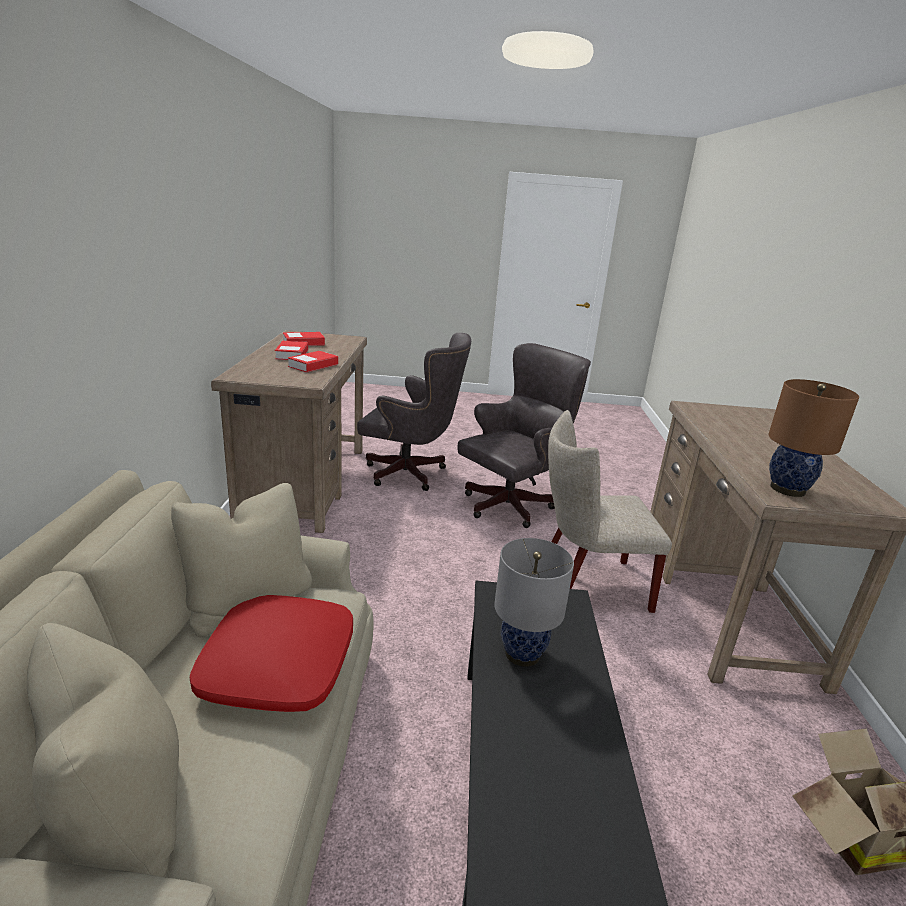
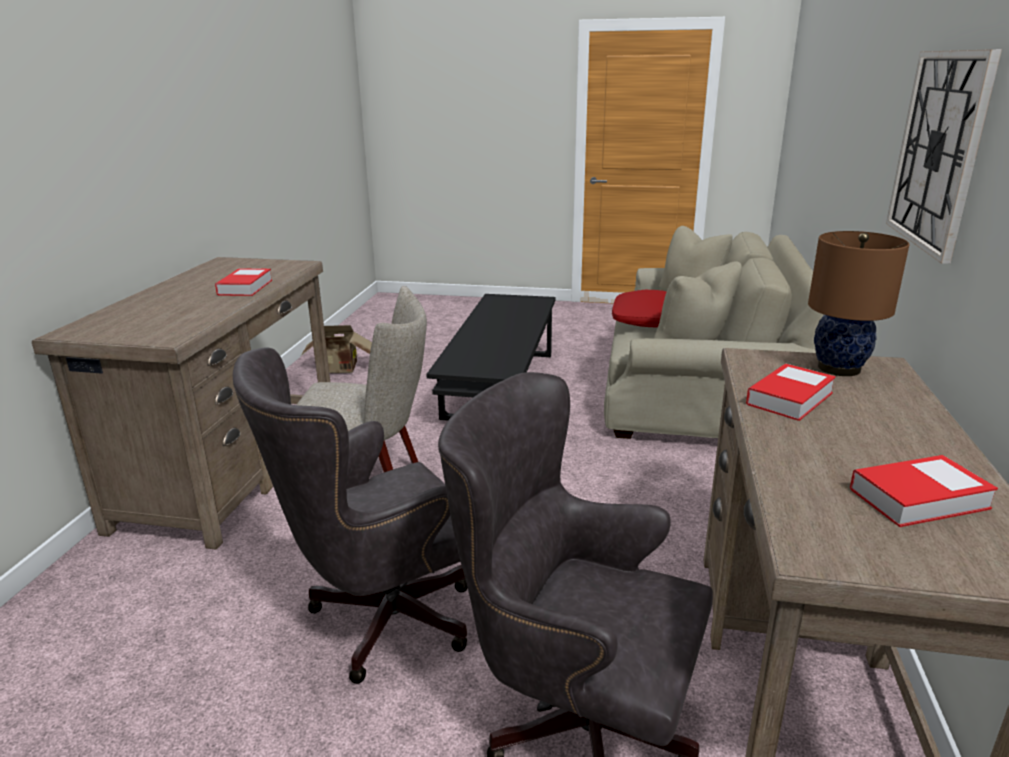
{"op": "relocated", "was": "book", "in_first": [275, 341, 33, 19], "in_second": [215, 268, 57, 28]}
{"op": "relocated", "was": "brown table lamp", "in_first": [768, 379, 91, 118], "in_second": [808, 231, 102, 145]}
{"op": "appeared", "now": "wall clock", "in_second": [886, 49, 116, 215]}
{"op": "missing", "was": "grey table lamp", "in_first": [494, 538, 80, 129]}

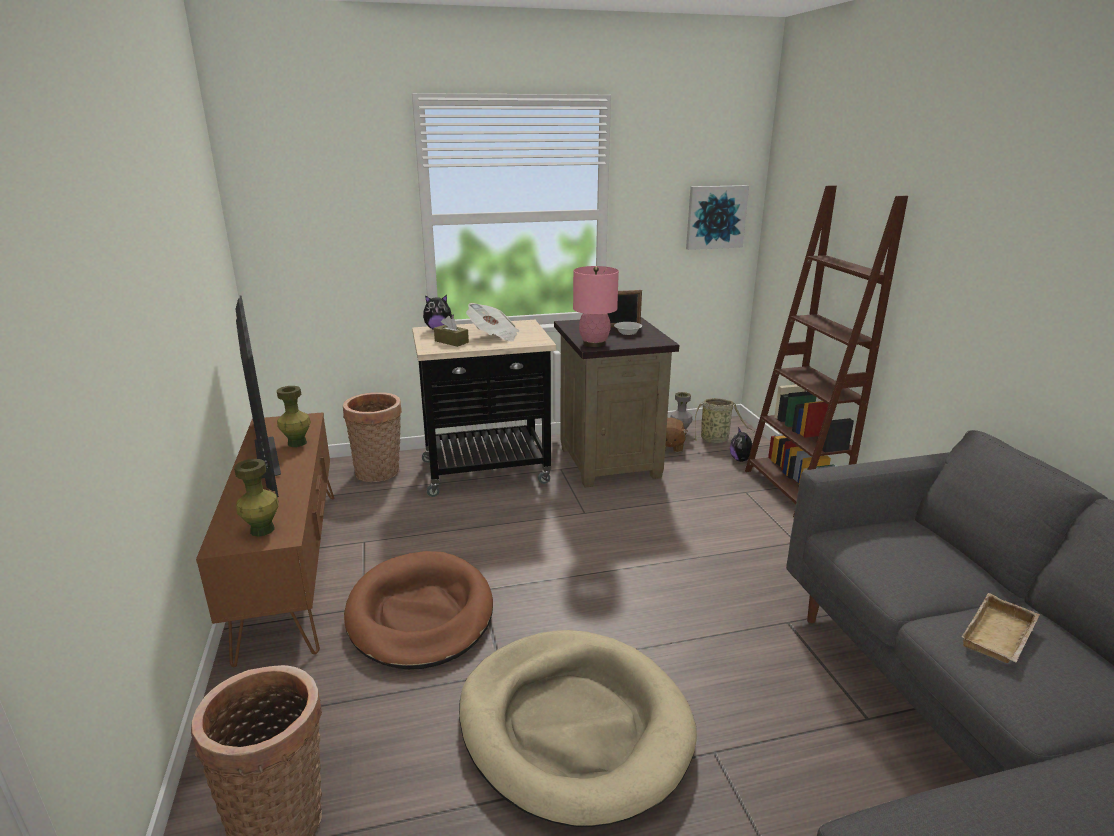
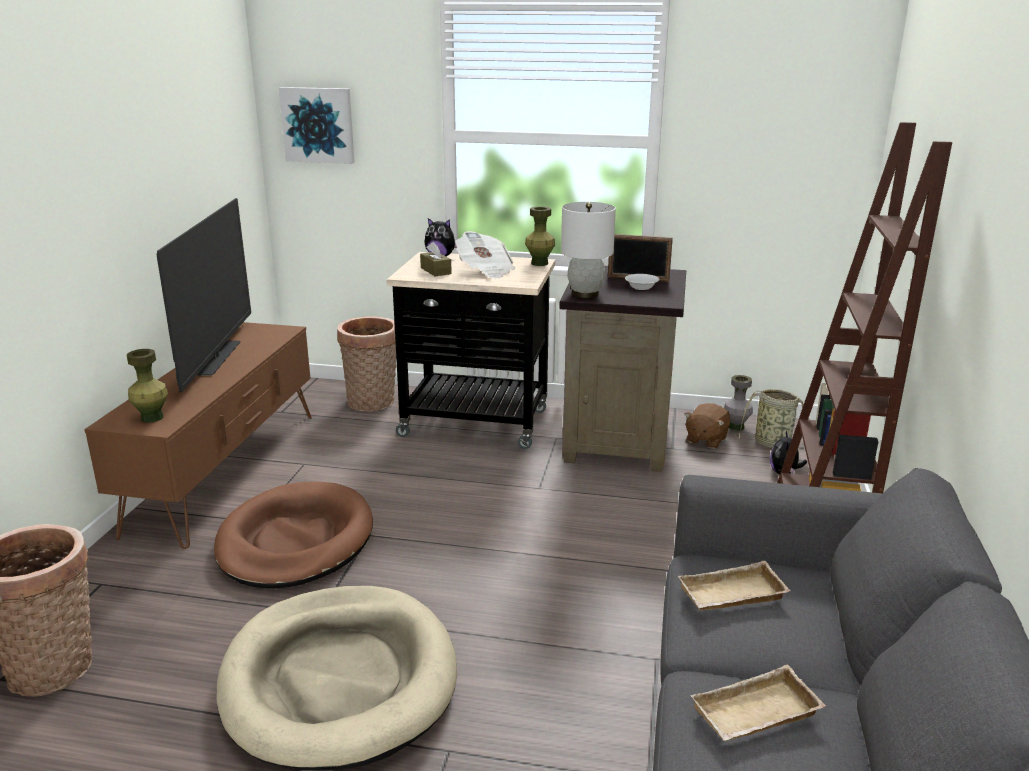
{"op": "relocated", "was": "picture", "in_first": [686, 185, 63, 65], "in_second": [279, 87, 76, 77]}
{"op": "relocated", "was": "green vase", "in_first": [277, 386, 34, 61], "in_second": [525, 206, 30, 60]}
{"op": "colour", "was": "pink table lamp", "now": "white table lamp", "in_first": [573, 266, 46, 81], "in_second": [561, 202, 55, 96]}
{"op": "appeared", "now": "beige tray", "in_second": [678, 561, 112, 49]}

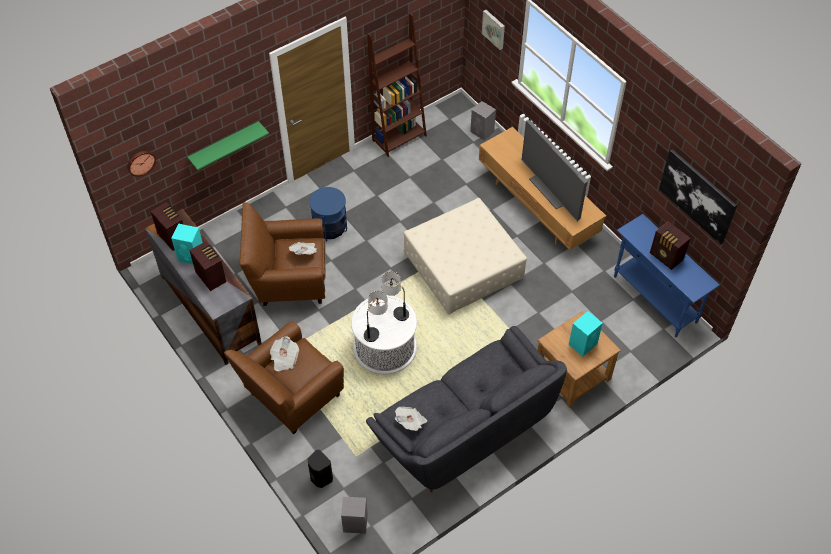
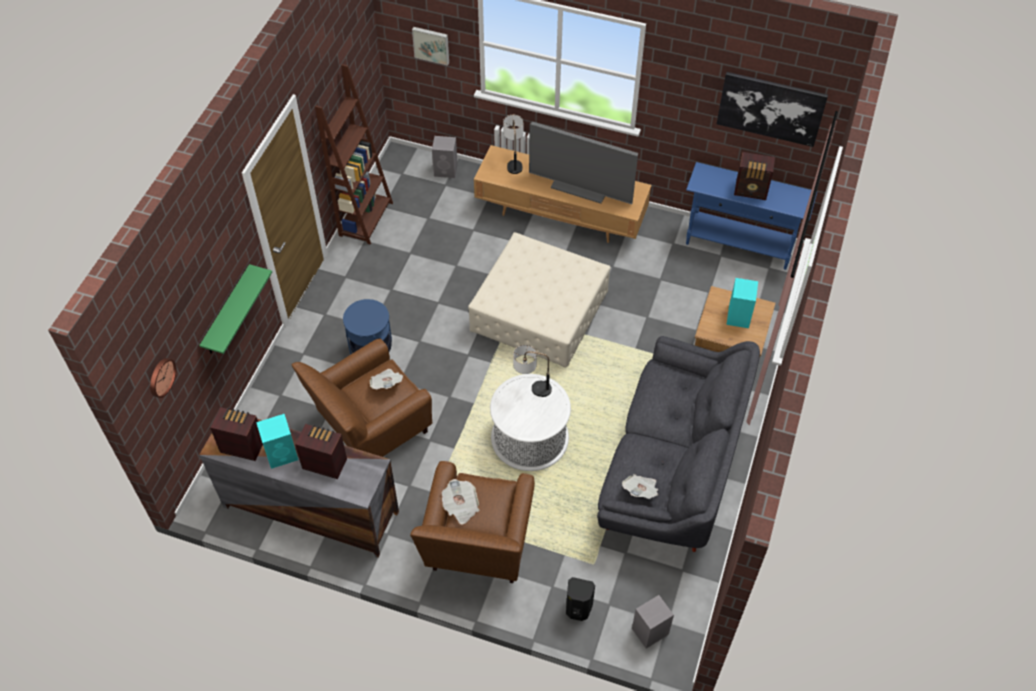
{"op": "relocated", "was": "table lamp", "in_first": [364, 291, 24, 51], "in_second": [503, 115, 21, 59]}

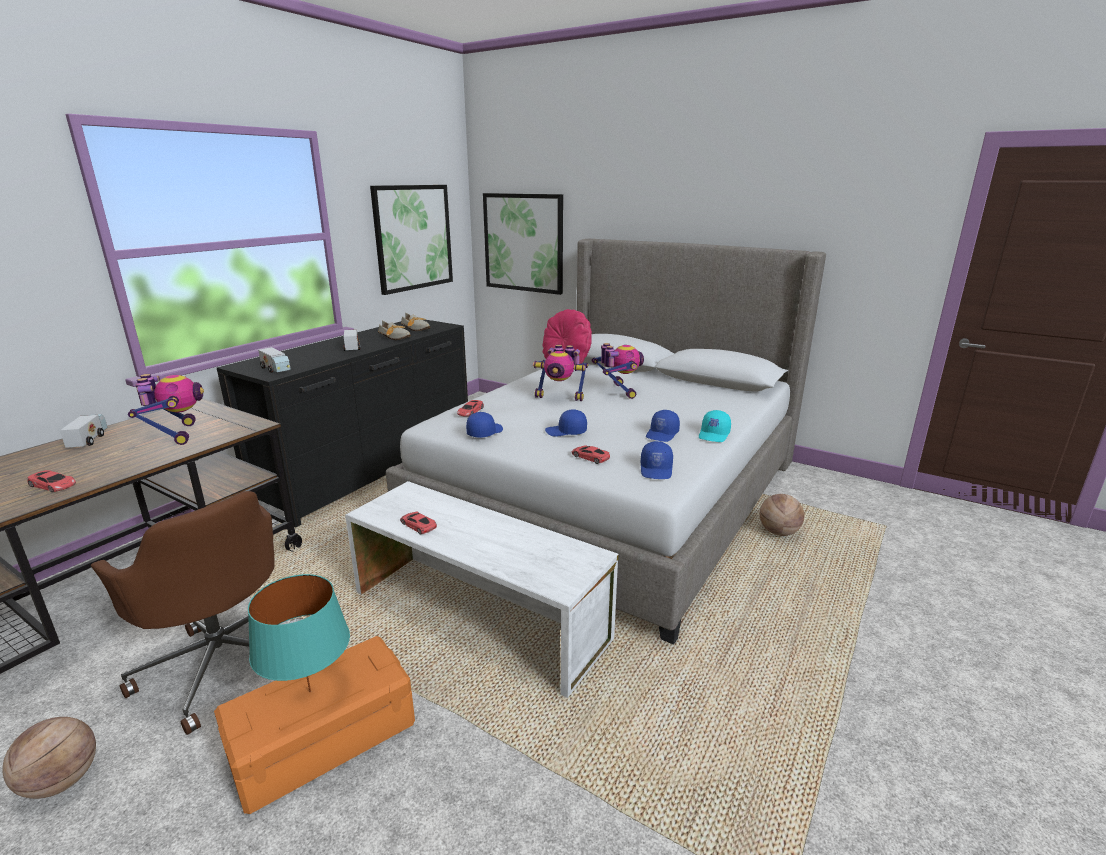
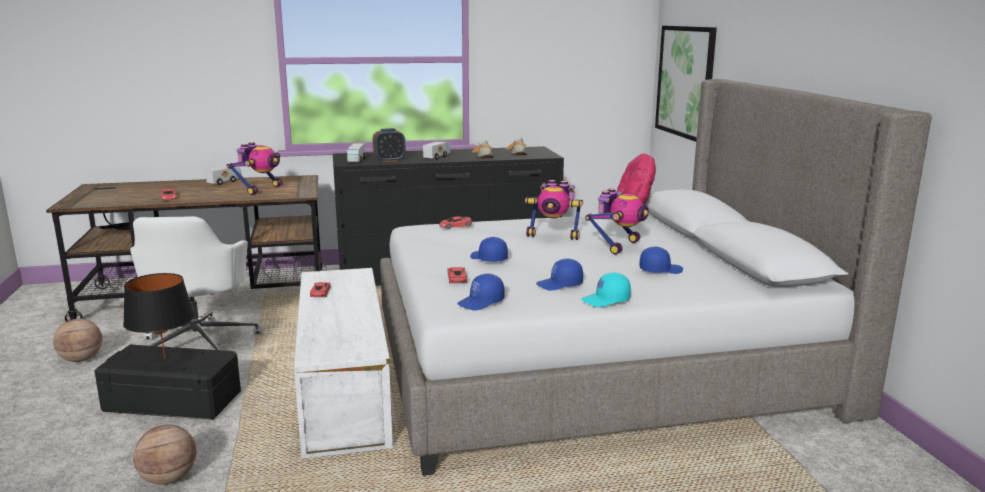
{"op": "colour", "was": "orange storage box", "now": "black storage box", "in_first": [214, 636, 201, 178], "in_second": [94, 345, 147, 75]}
{"op": "colour", "was": "turquoise table lamp", "now": "black table lamp", "in_first": [248, 574, 102, 118], "in_second": [123, 273, 71, 86]}
{"op": "colour", "was": "brown office chair", "now": "white office chair", "in_first": [91, 491, 183, 244], "in_second": [130, 216, 134, 134]}
{"op": "relocated", "was": "basketball", "in_first": [760, 494, 44, 42], "in_second": [133, 424, 63, 61]}
{"op": "appeared", "now": "alarm clock", "in_second": [373, 128, 33, 34]}
{"op": "spun", "was": "toy robot", "in_first": [533, 345, 55, 56], "in_second": [525, 180, 58, 60], "clockwise": -45}
{"op": "relocated", "was": "blue cap", "in_first": [466, 412, 37, 26], "in_second": [639, 247, 44, 27]}
{"op": "missing", "was": "picture", "in_first": [370, 185, 83, 110]}

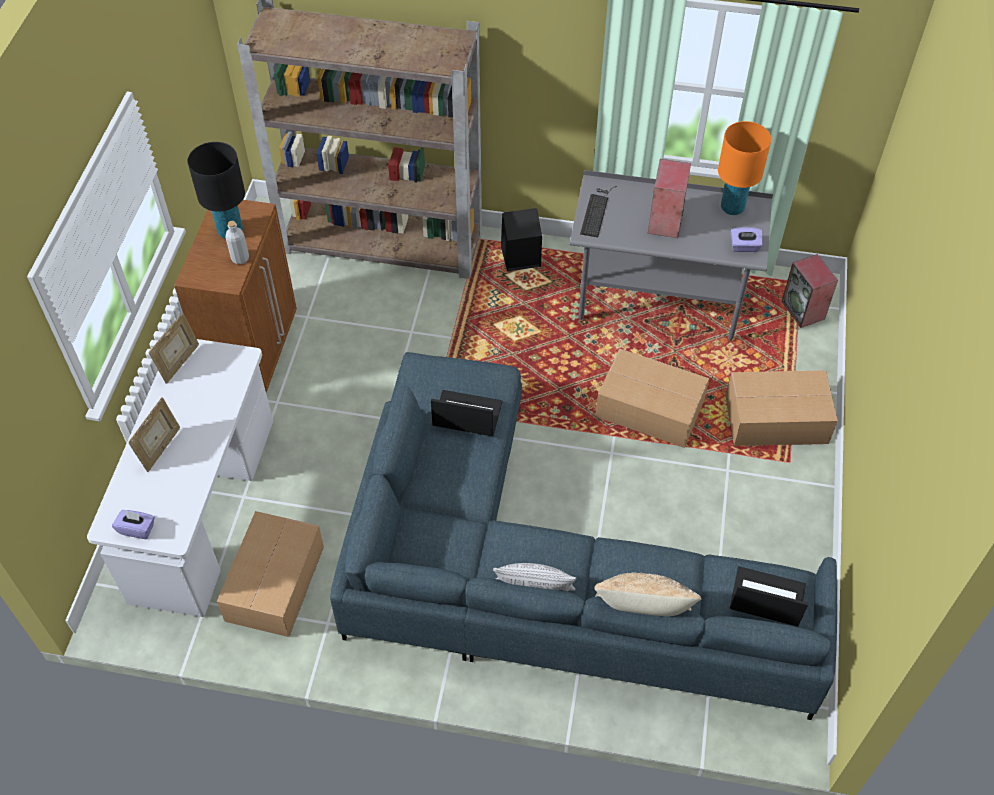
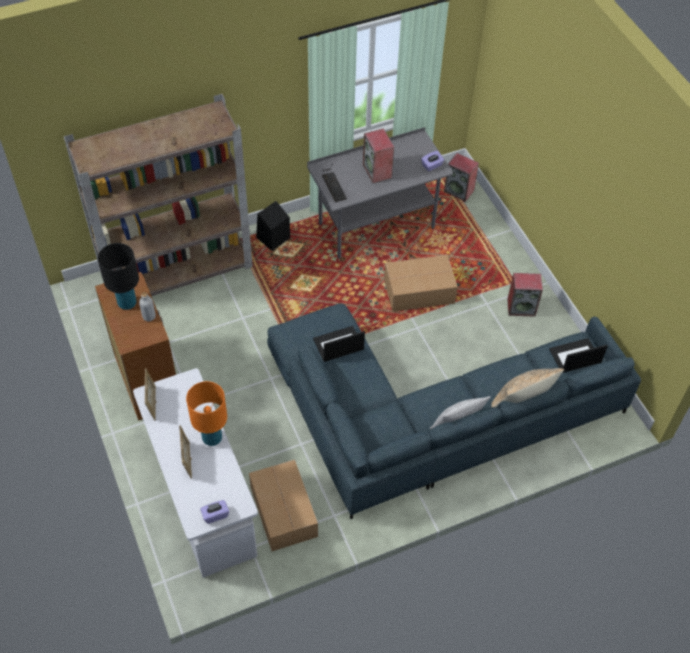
{"op": "relocated", "was": "orange table lamp", "in_first": [718, 121, 53, 94], "in_second": [186, 381, 41, 65]}
{"op": "appeared", "now": "speaker", "in_second": [507, 273, 36, 44]}
{"op": "missing", "was": "cardboard box", "in_first": [725, 370, 113, 76]}

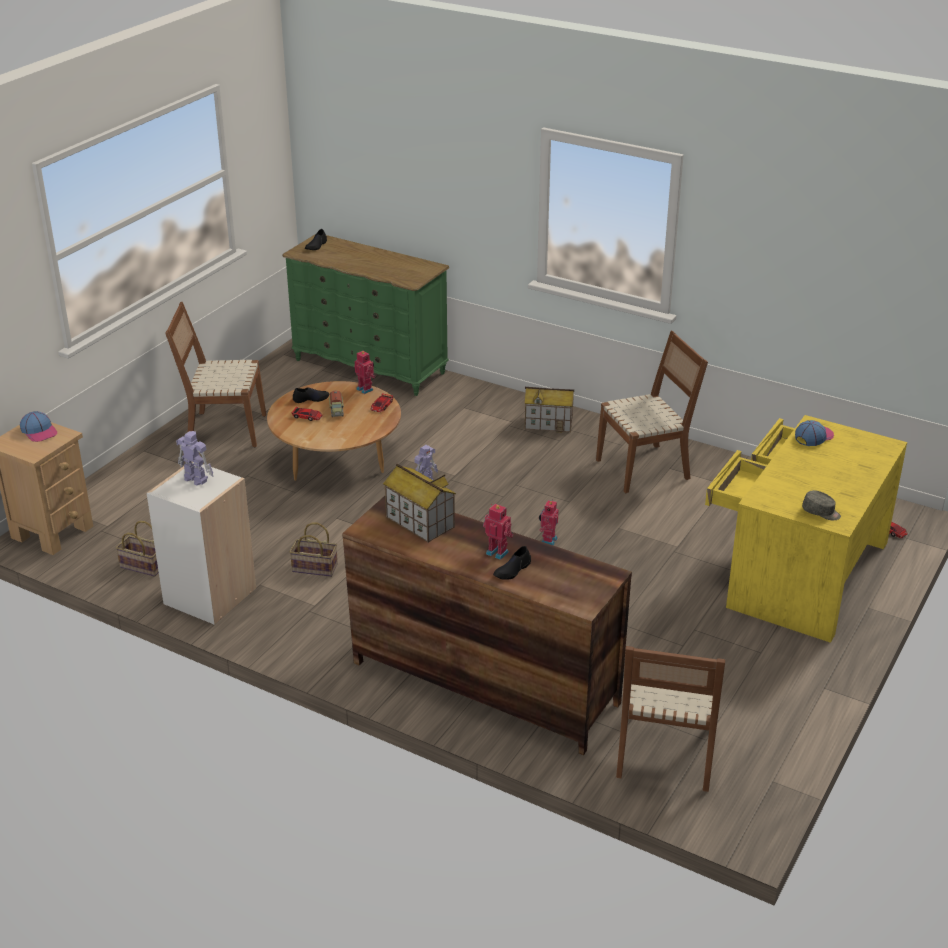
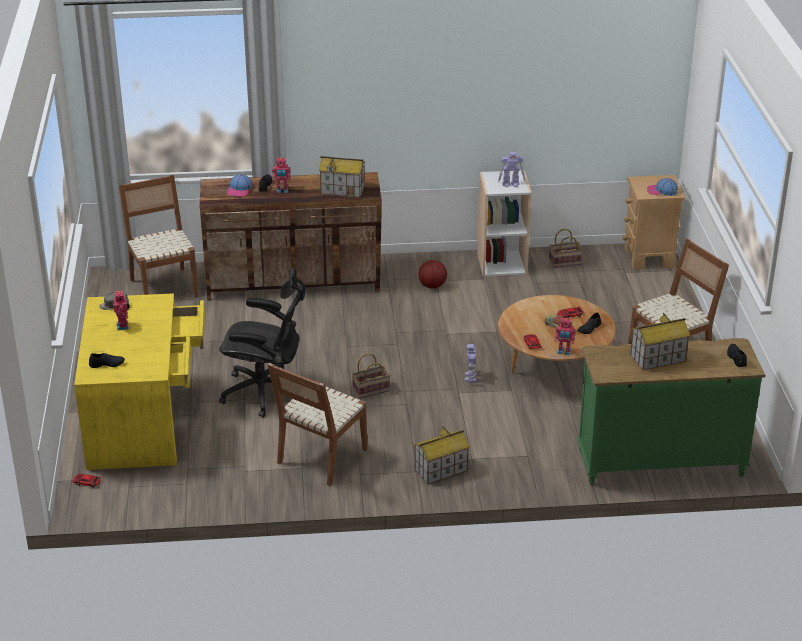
{"op": "appeared", "now": "black shoe", "in_second": [89, 353, 36, 15]}
{"op": "relocated", "was": "toy robot", "in_first": [539, 499, 20, 46], "in_second": [113, 291, 17, 39]}
{"op": "appeared", "now": "office chair", "in_second": [219, 268, 86, 149]}
{"op": "relocated", "was": "cap", "in_first": [795, 420, 39, 26], "in_second": [227, 174, 25, 23]}
{"op": "relocated", "was": "basket", "in_first": [290, 522, 48, 55], "in_second": [352, 353, 38, 46]}
{"op": "appeared", "now": "basketball", "in_second": [418, 260, 29, 29]}
{"op": "appeared", "now": "toy house", "in_second": [630, 313, 60, 58]}

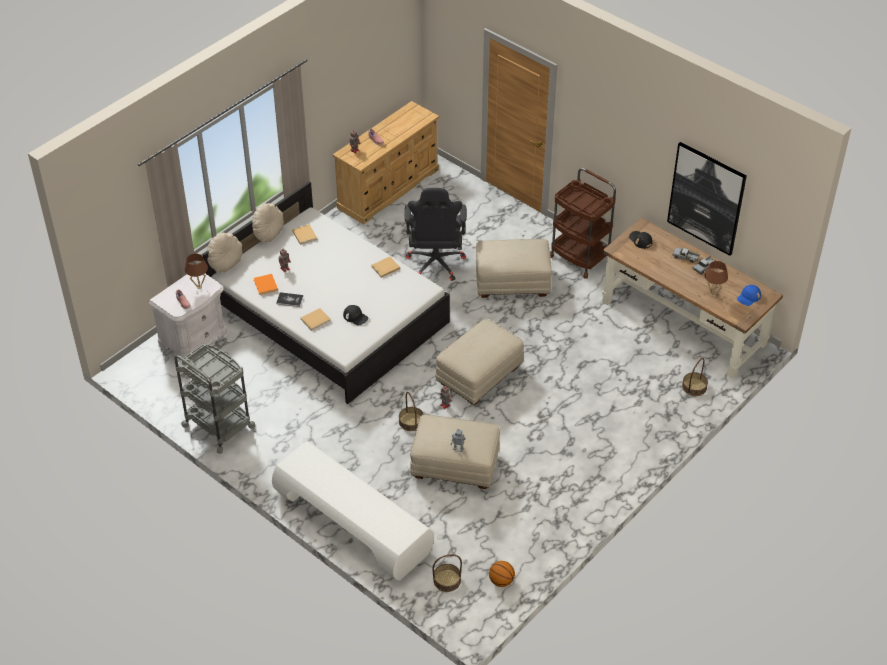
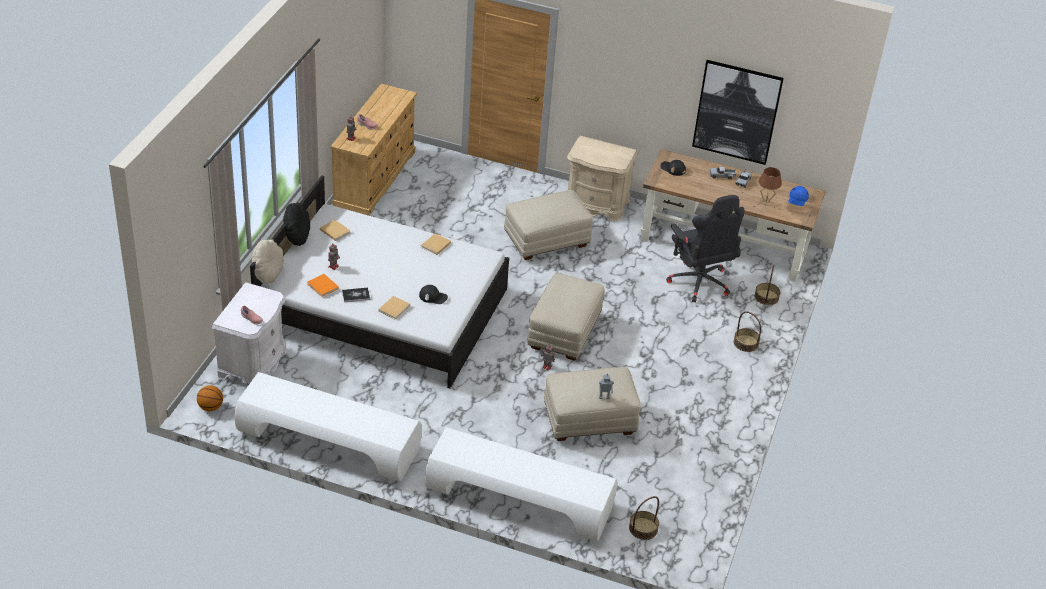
{"op": "relocated", "was": "basketball", "in_first": [489, 561, 26, 26], "in_second": [197, 385, 26, 26]}
{"op": "exchanged", "was": "grey cart", "now": "white bench", "in_first": [174, 343, 81, 111], "in_second": [235, 372, 187, 110]}
{"op": "colour", "was": "beige pillow", "now": "black pillow", "in_first": [252, 203, 32, 40], "in_second": [283, 202, 27, 44]}
{"op": "exchanged", "was": "brown cart", "now": "beige nightstand", "in_first": [550, 168, 66, 111], "in_second": [567, 136, 71, 85]}
{"op": "relocated", "was": "black office chair", "in_first": [404, 188, 63, 93], "in_second": [666, 195, 79, 108]}
{"op": "relocated", "was": "basket", "in_first": [399, 392, 25, 39], "in_second": [733, 311, 28, 41]}
{"op": "missing", "was": "brown table lamp", "in_first": [185, 254, 23, 35]}

